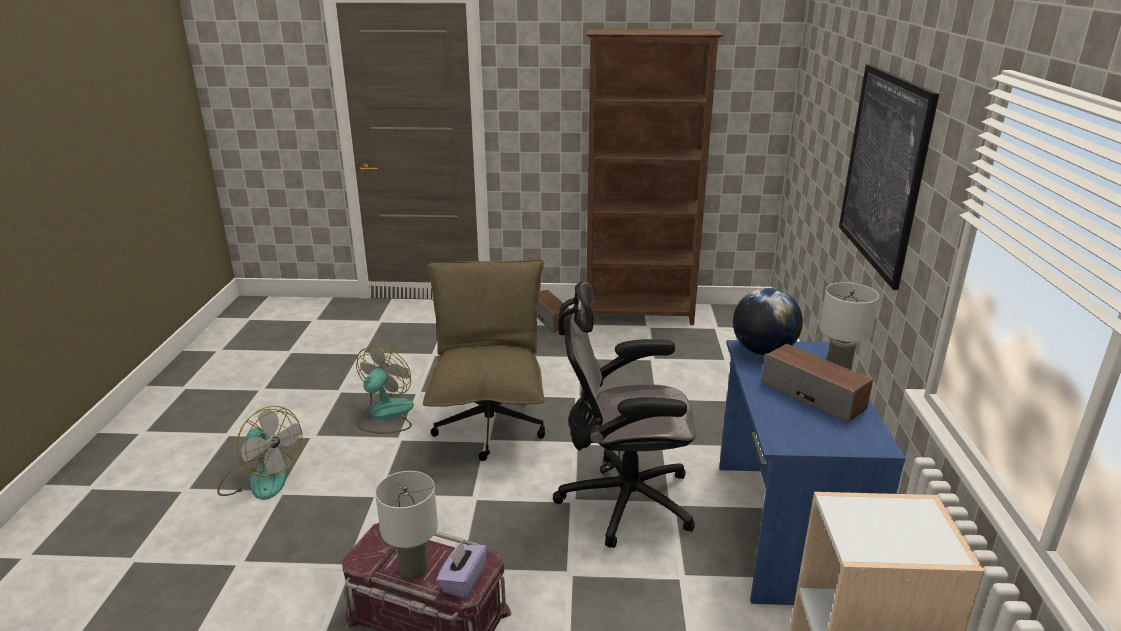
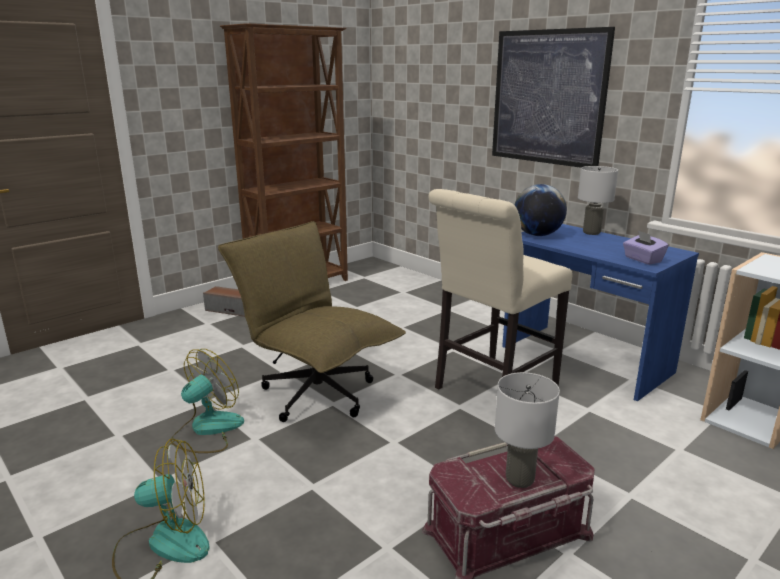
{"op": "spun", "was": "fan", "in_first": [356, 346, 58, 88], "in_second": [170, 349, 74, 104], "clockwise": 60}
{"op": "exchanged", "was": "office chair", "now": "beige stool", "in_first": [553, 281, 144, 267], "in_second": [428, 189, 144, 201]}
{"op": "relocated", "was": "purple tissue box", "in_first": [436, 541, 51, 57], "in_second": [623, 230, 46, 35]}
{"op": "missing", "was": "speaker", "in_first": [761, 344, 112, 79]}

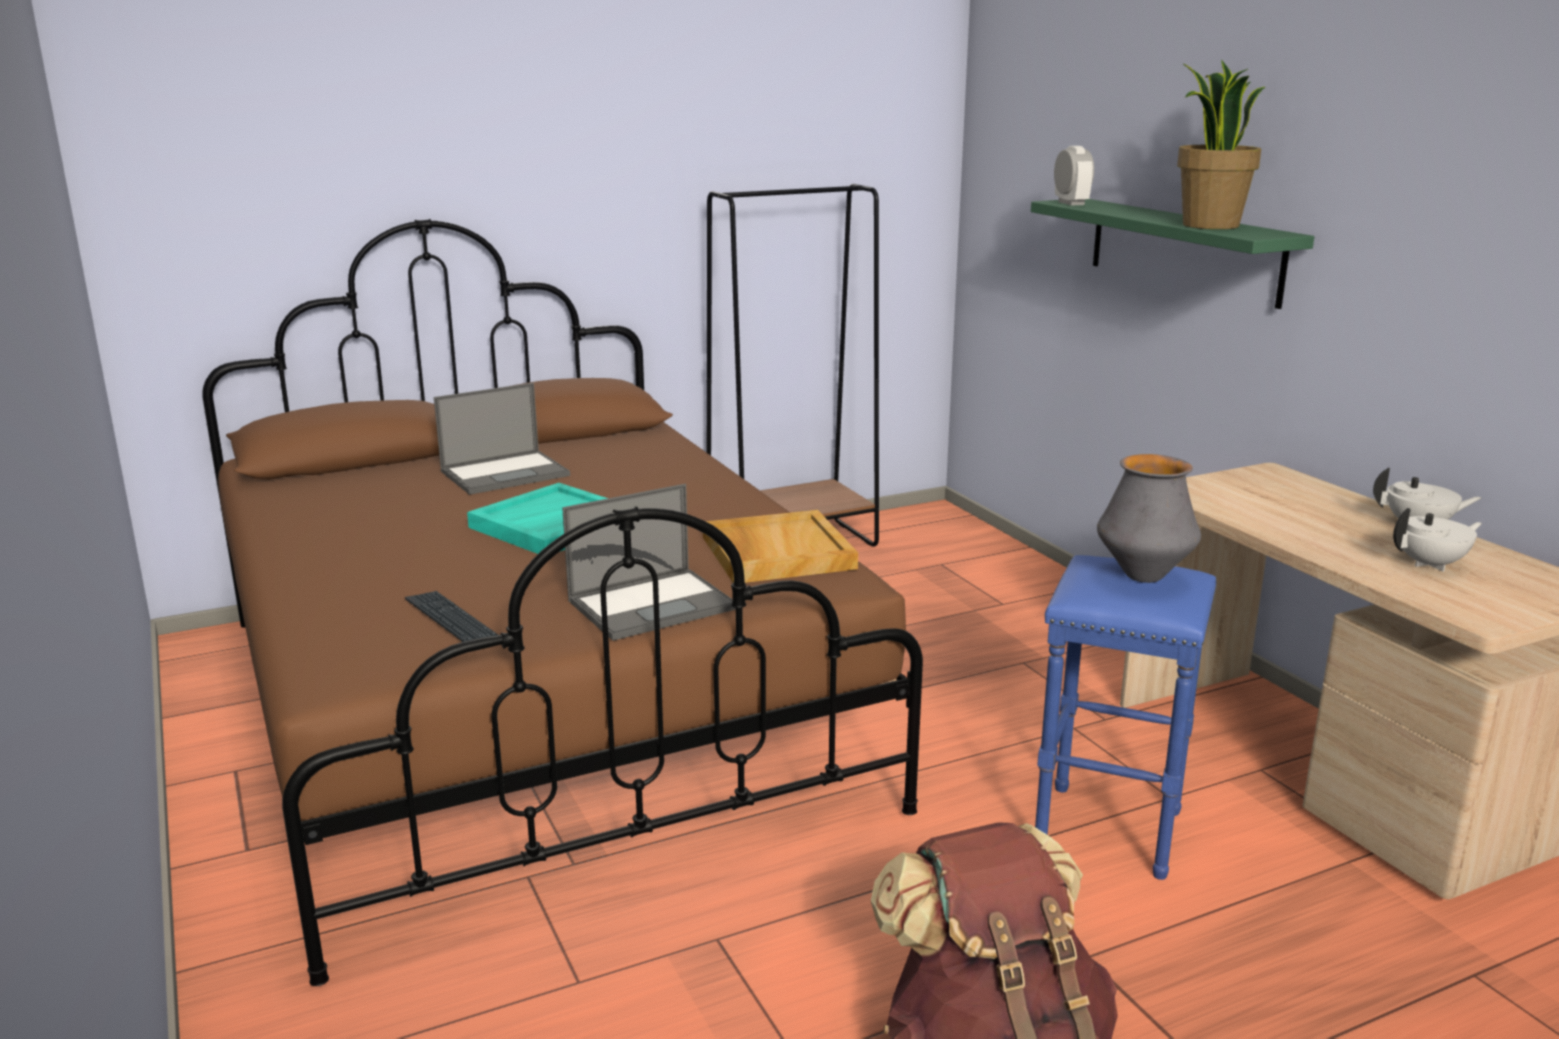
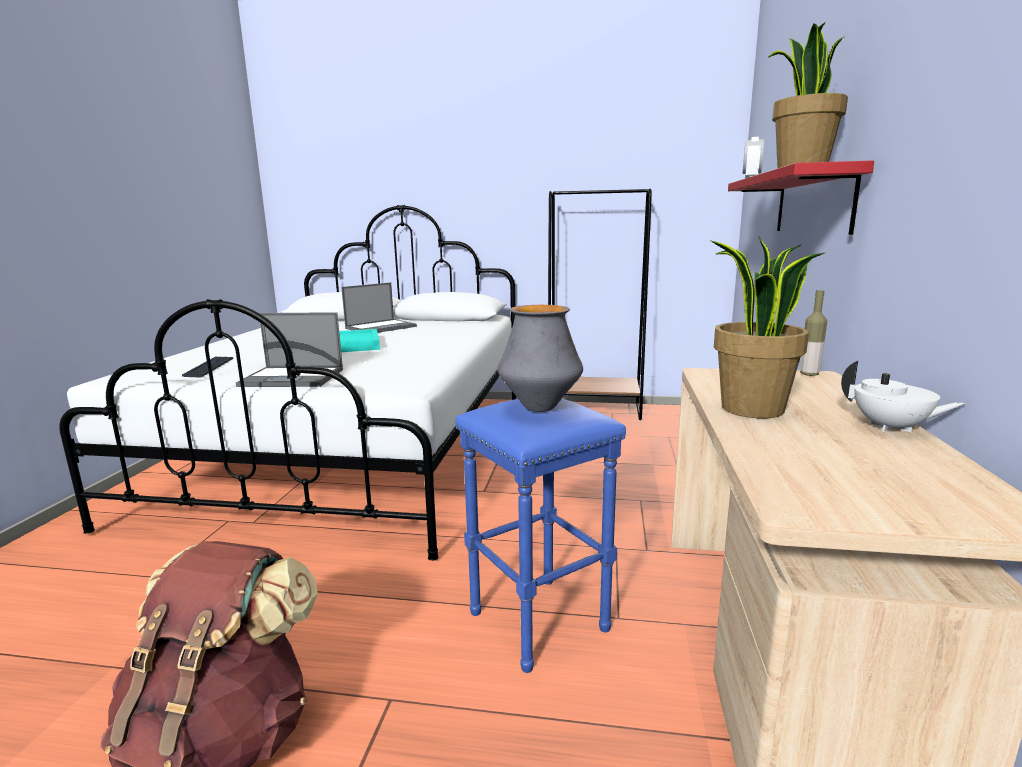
{"op": "colour", "was": "brown bed", "now": "white bed", "in_first": [202, 219, 721, 767], "in_second": [59, 205, 457, 356]}
{"op": "spun", "was": "laptop", "in_first": [434, 383, 136, 112], "in_second": [341, 282, 76, 51], "clockwise": -45}
{"op": "appeared", "now": "potted plant", "in_second": [711, 236, 114, 182]}
{"op": "colour", "was": "green shelf", "now": "red shelf", "in_first": [1031, 199, 283, 110], "in_second": [728, 160, 146, 75]}
{"op": "appeared", "now": "bottle", "in_second": [800, 290, 27, 86]}
{"op": "missing", "was": "beige tray", "in_first": [703, 510, 155, 73]}
{"op": "missing", "was": "white teapot", "in_first": [1393, 508, 89, 64]}

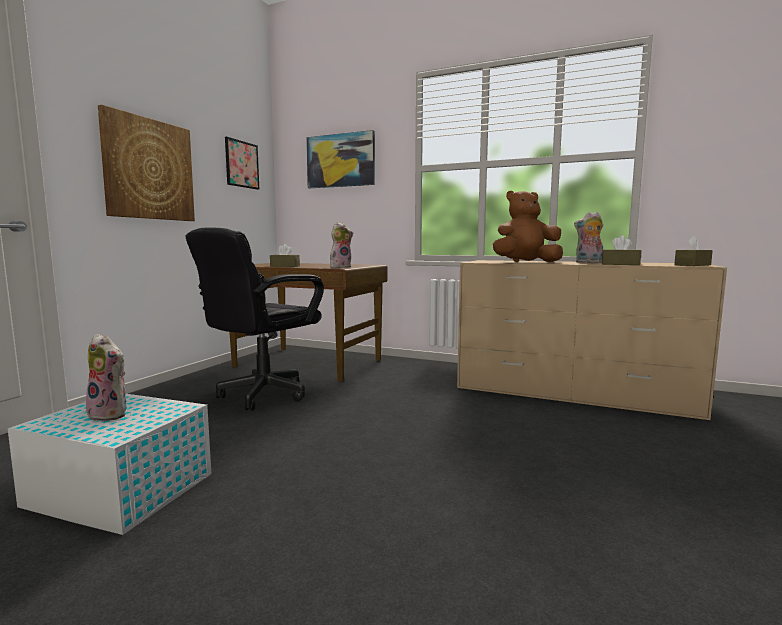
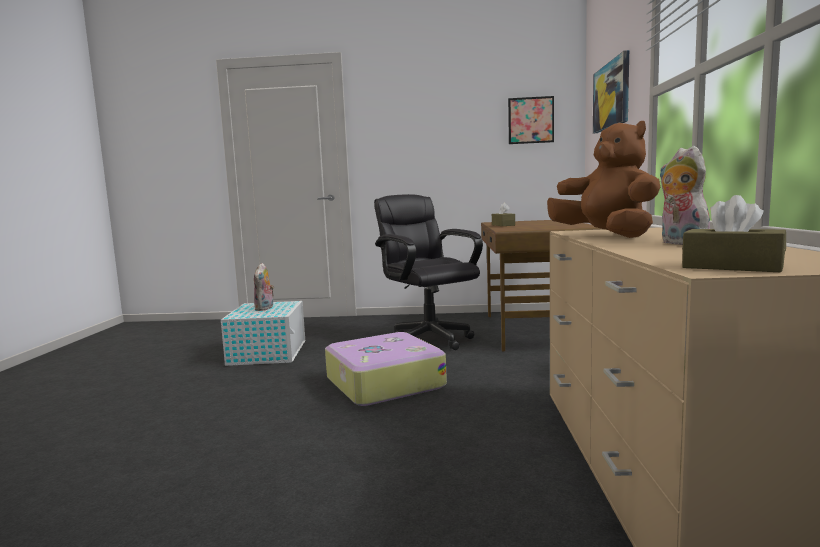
{"op": "appeared", "now": "suitcase", "in_second": [325, 332, 122, 74]}
{"op": "spun", "was": "black office chair", "in_first": [185, 227, 139, 184], "in_second": [374, 194, 109, 156], "clockwise": 45}
{"op": "missing", "was": "picture", "in_first": [98, 105, 97, 116]}
{"op": "missing", "was": "plush toy", "in_first": [330, 222, 23, 46]}
{"op": "missing", "was": "brown tissue box", "in_first": [602, 235, 39, 30]}

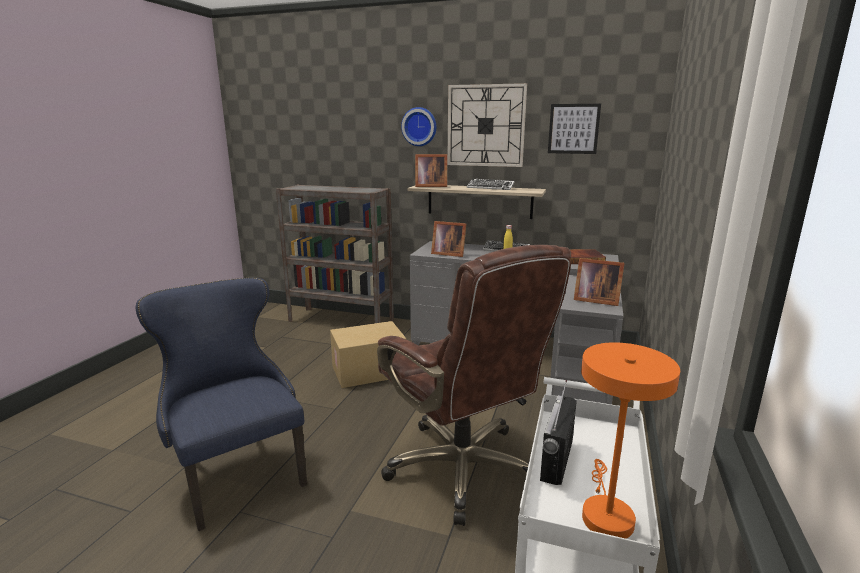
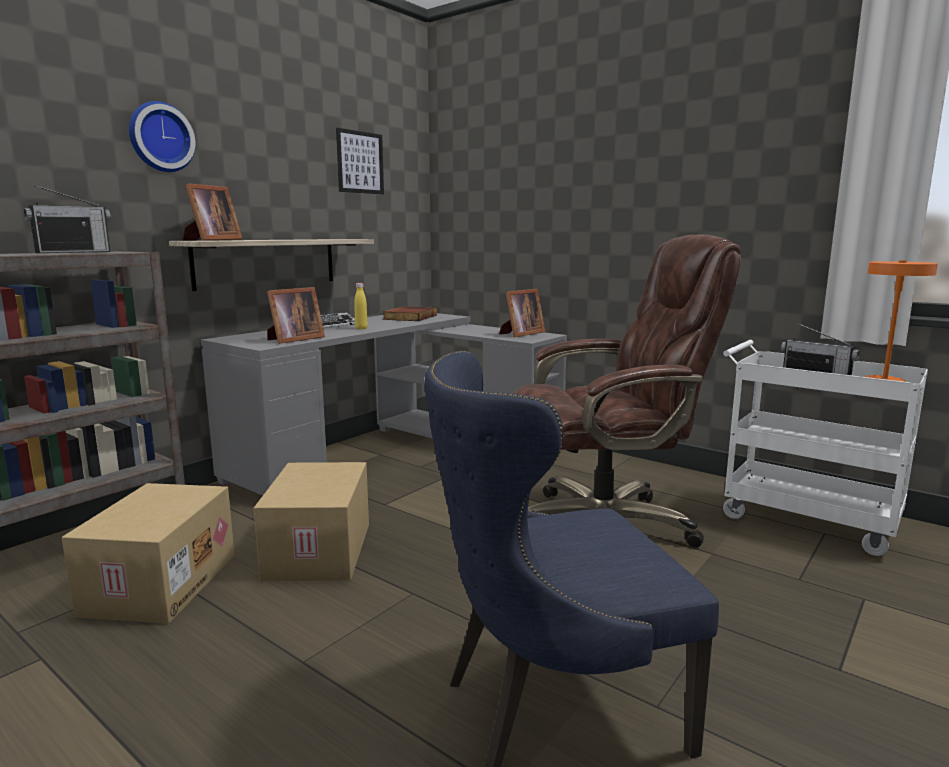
{"op": "appeared", "now": "radio", "in_second": [24, 185, 87, 68]}
{"op": "appeared", "now": "cardboard box", "in_second": [62, 483, 173, 141]}
{"op": "missing", "was": "wall clock", "in_first": [447, 83, 80, 84]}
{"op": "missing", "was": "keyboard", "in_first": [467, 179, 48, 11]}

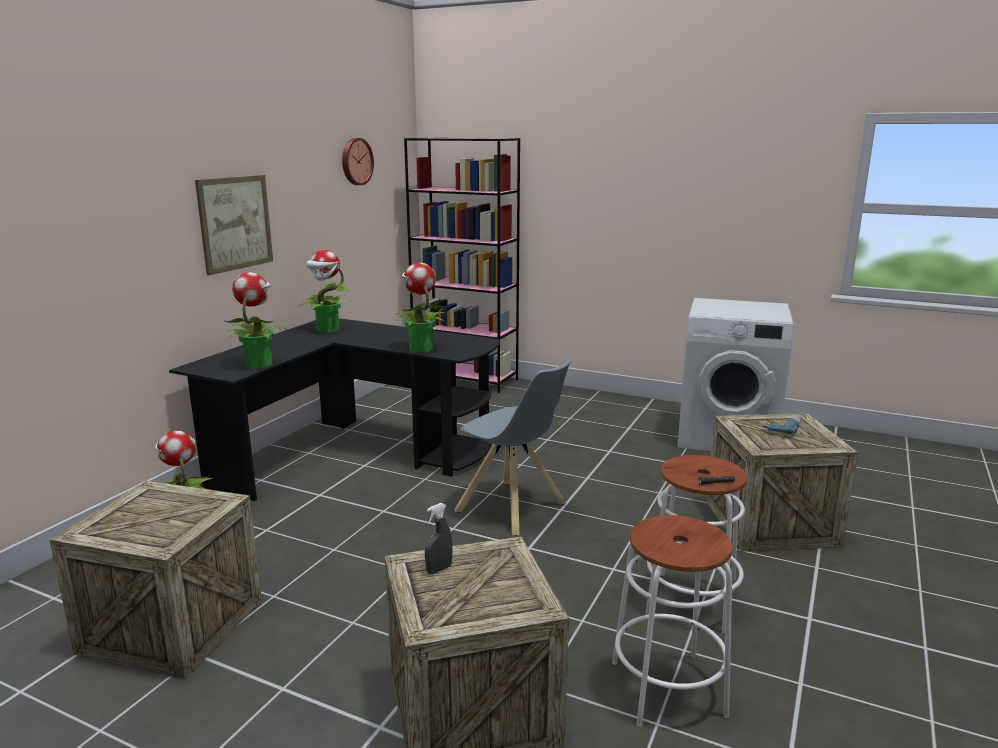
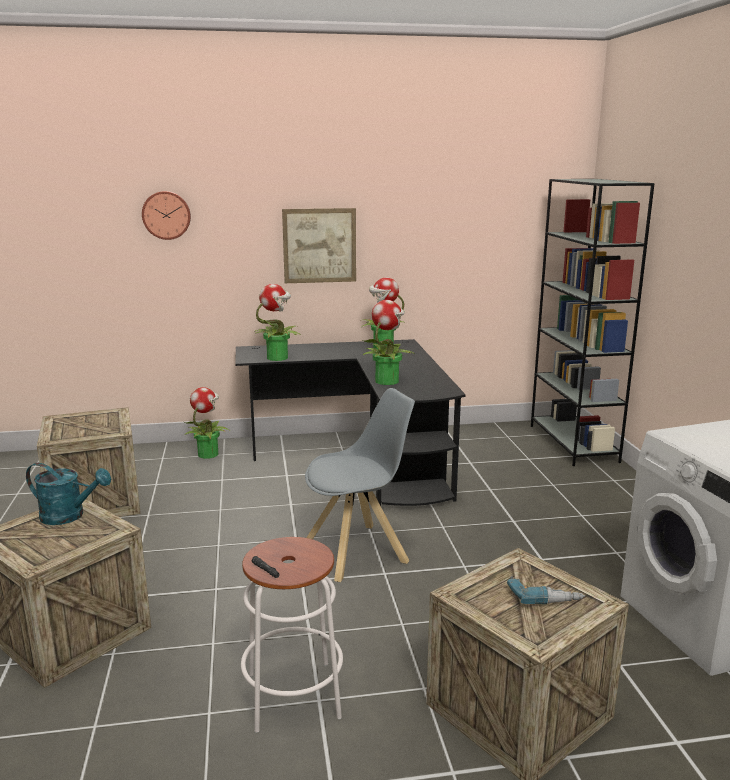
{"op": "exchanged", "was": "grey spray bottle", "now": "turquoise watering can", "in_first": [425, 503, 28, 71], "in_second": [26, 463, 85, 62]}
{"op": "relocated", "was": "wall clock", "in_first": [342, 138, 32, 47], "in_second": [142, 191, 49, 49]}
{"op": "spun", "was": "grey chair", "in_first": [455, 359, 116, 177], "in_second": [305, 388, 110, 194], "clockwise": -120}
{"op": "colour", "was": "pink bookcase", "now": "grey bookcase", "in_first": [404, 138, 116, 255], "in_second": [531, 179, 124, 287]}
{"op": "missing", "was": "white stool", "in_first": [612, 515, 121, 212]}

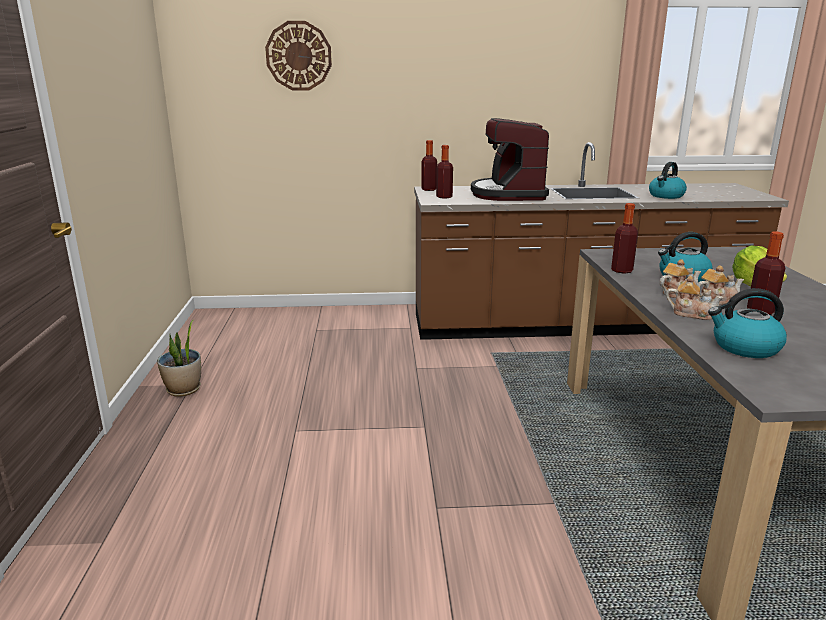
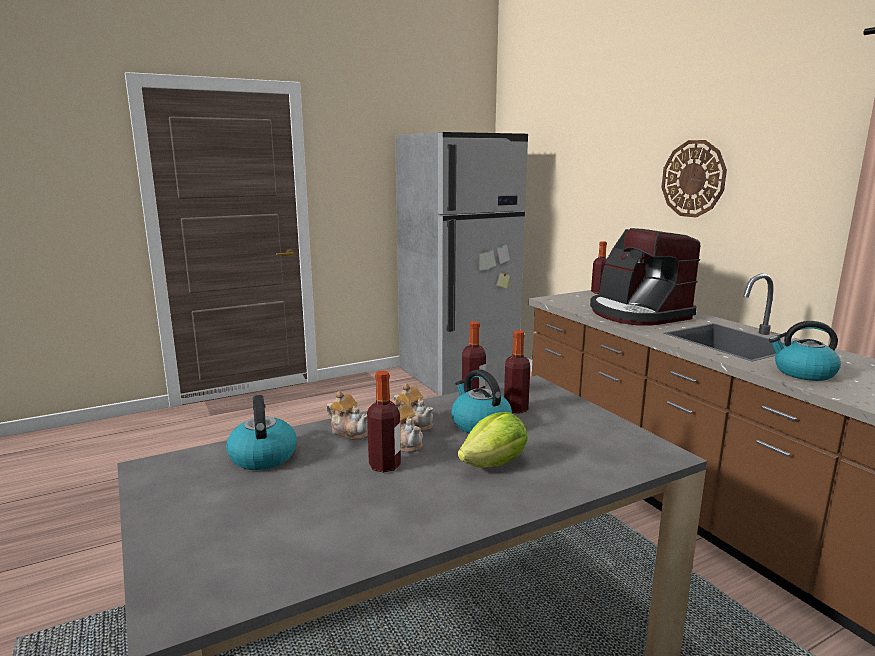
{"op": "spun", "was": "teapot", "in_first": [666, 275, 58, 45], "in_second": [326, 391, 42, 49], "clockwise": -60}
{"op": "appeared", "now": "grey fridge", "in_second": [395, 132, 133, 264]}
{"op": "relocated", "was": "bottle", "in_first": [436, 145, 17, 54], "in_second": [504, 330, 26, 84]}
{"op": "spun", "was": "coffee machine", "in_first": [471, 118, 78, 83], "in_second": [590, 228, 111, 98], "clockwise": -90}
{"op": "relocated", "was": "wall clock", "in_first": [265, 21, 67, 70], "in_second": [661, 140, 66, 78]}
{"op": "missing", "was": "potted plant", "in_first": [157, 320, 44, 77]}

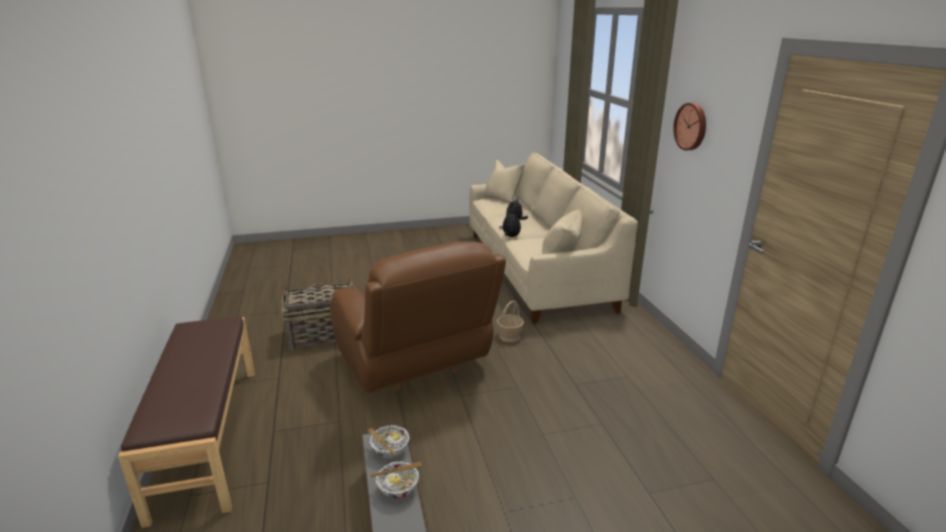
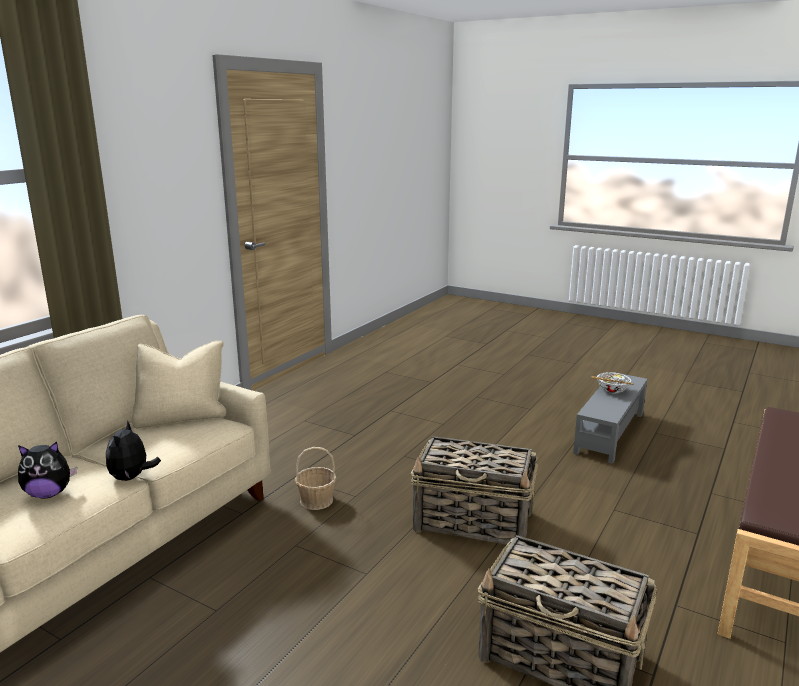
{"op": "exchanged", "was": "brown armchair", "now": "basket", "in_first": [330, 241, 176, 152], "in_second": [411, 436, 127, 109]}
{"op": "missing", "was": "bowl", "in_first": [367, 425, 43, 33]}
{"op": "missing", "was": "wall clock", "in_first": [673, 103, 33, 48]}

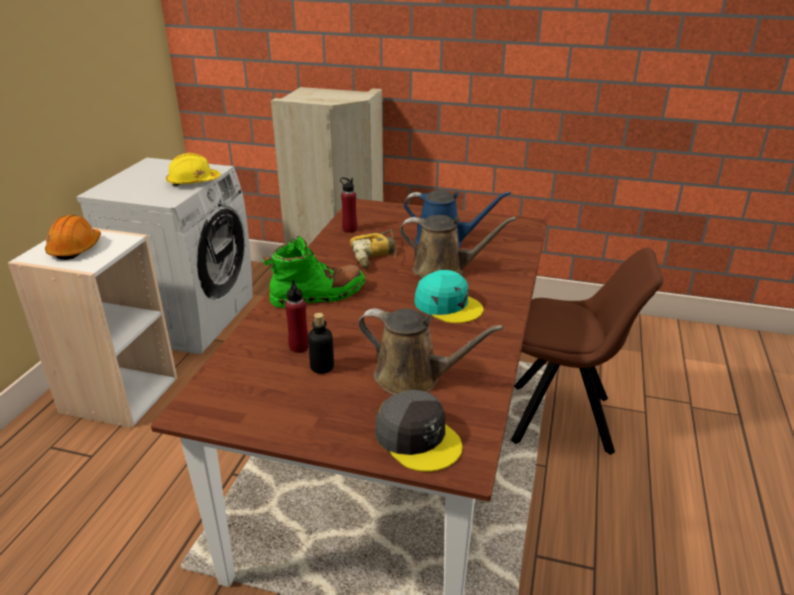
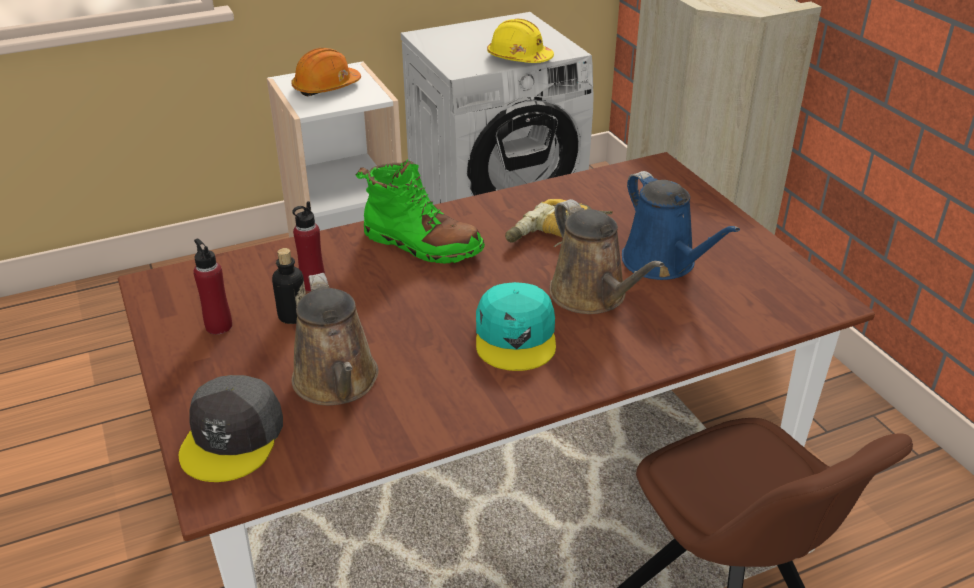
{"op": "relocated", "was": "red bottle", "in_first": [340, 177, 17, 56], "in_second": [193, 238, 39, 96]}

